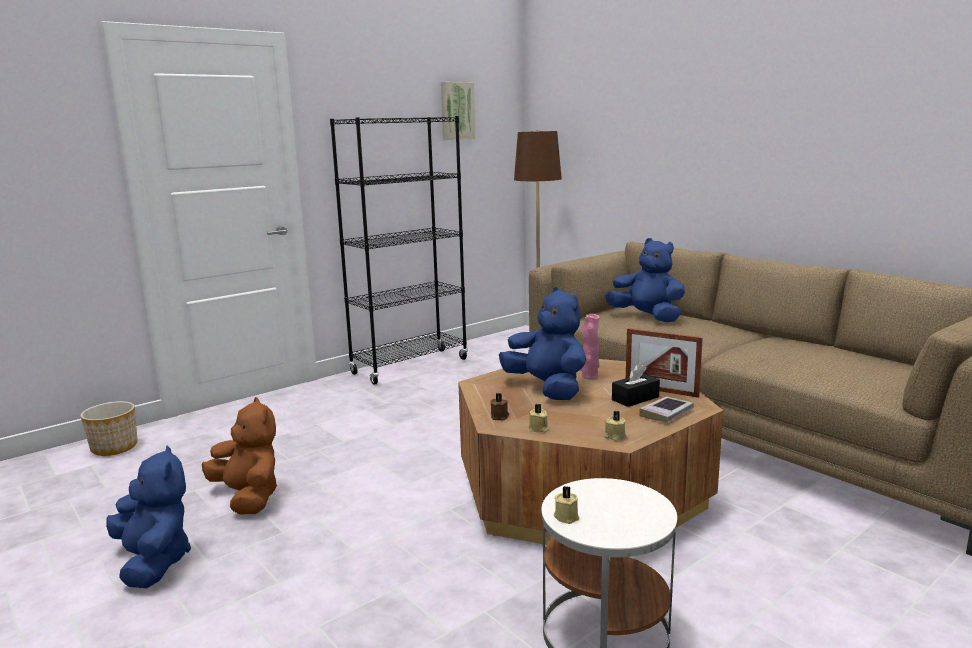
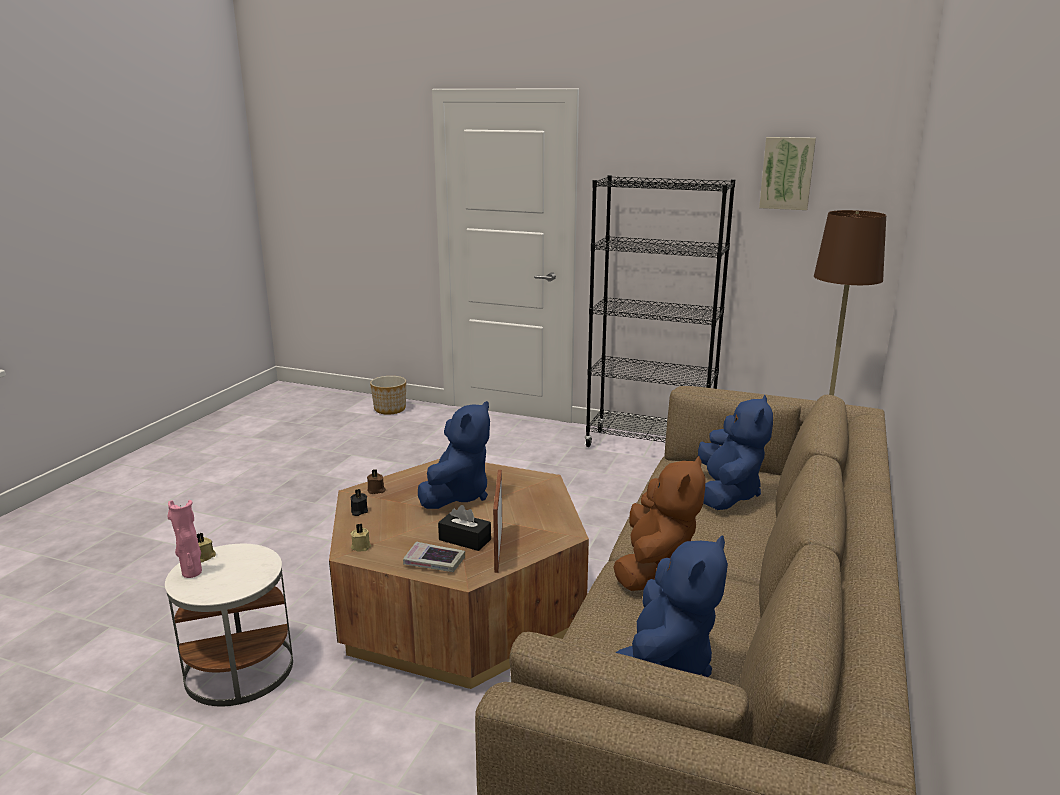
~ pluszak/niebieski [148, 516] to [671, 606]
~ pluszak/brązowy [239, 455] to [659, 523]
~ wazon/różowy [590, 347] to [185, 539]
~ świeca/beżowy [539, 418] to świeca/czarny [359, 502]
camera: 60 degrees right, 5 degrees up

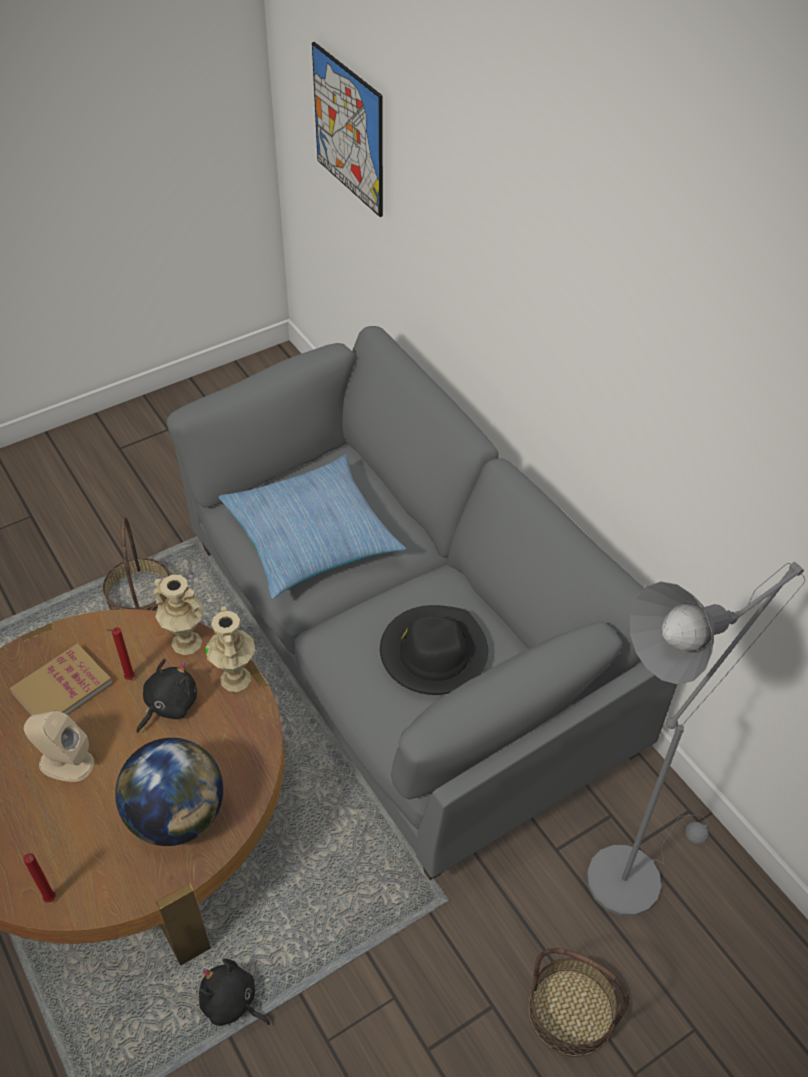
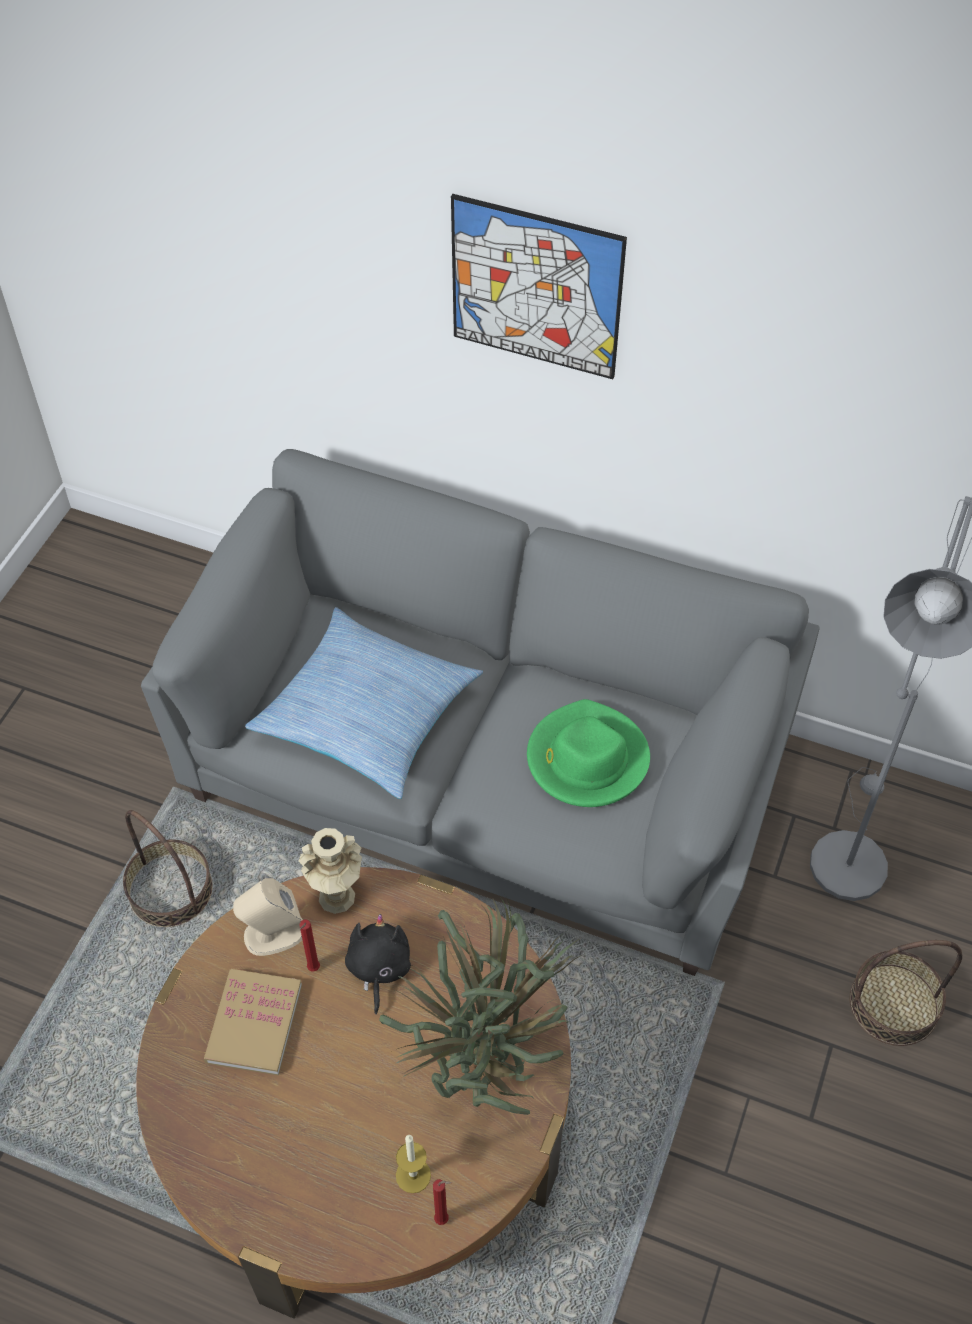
- pluszak/czarny [234, 992]
- wazon/beżowy [230, 649]
+ świeca [413, 1164]
~ głośnik/beżowy [59, 746] to [268, 917]
~ obraz [347, 129] to [539, 286]
~ globus [169, 792] to roślina doniczkowa [481, 1005]
~ kapelusz/czarny [434, 650] to kapelusz/zielony [588, 753]
camera: 35 degrees left, 5 degrees up

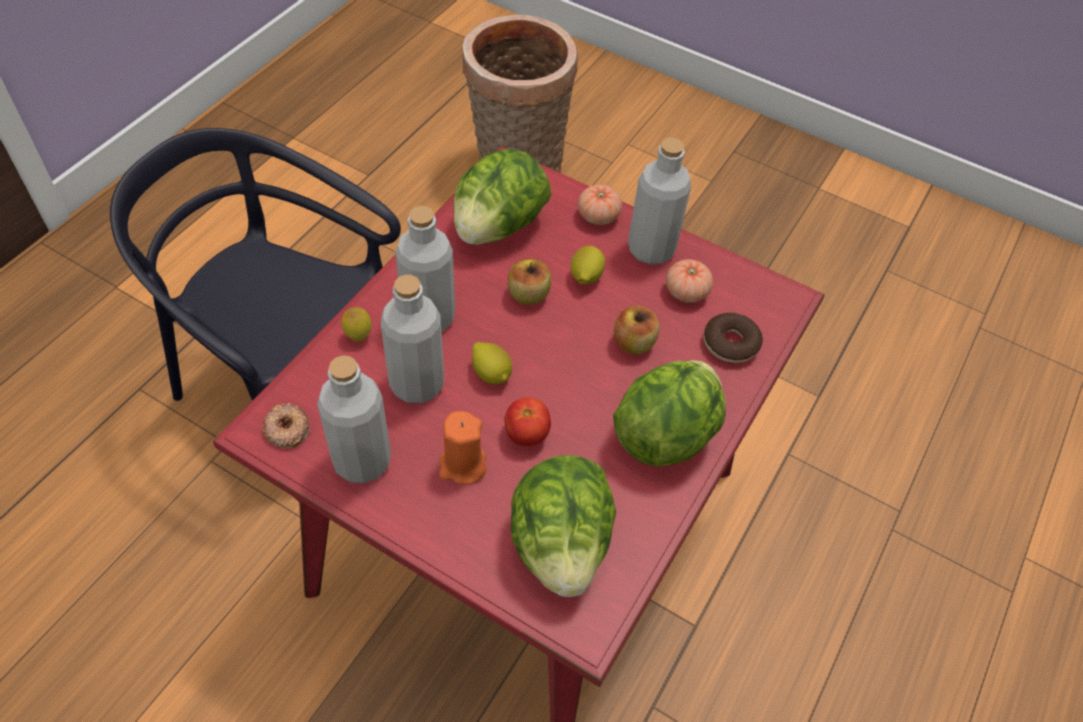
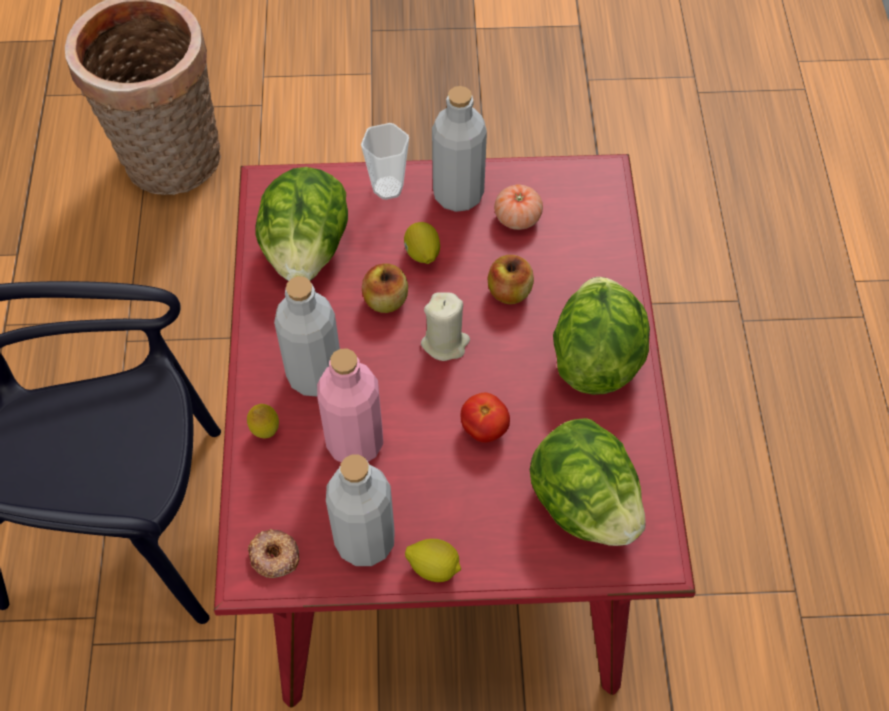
- świeca/pomarańczowy [462, 448]
- donut [733, 338]
+ świeca/beżowy [445, 326]
~ cytryna [492, 363] to [433, 560]
~ pomidor [600, 205] to filiżanka [385, 161]
~ butelka/szary [412, 339] to butelka/różowy [350, 405]
camera: 30 degrees left, 5 degrees up

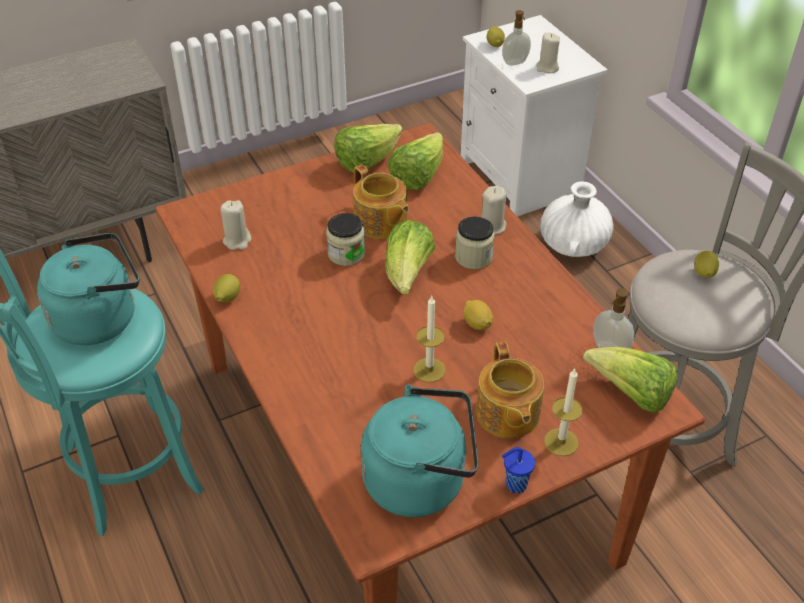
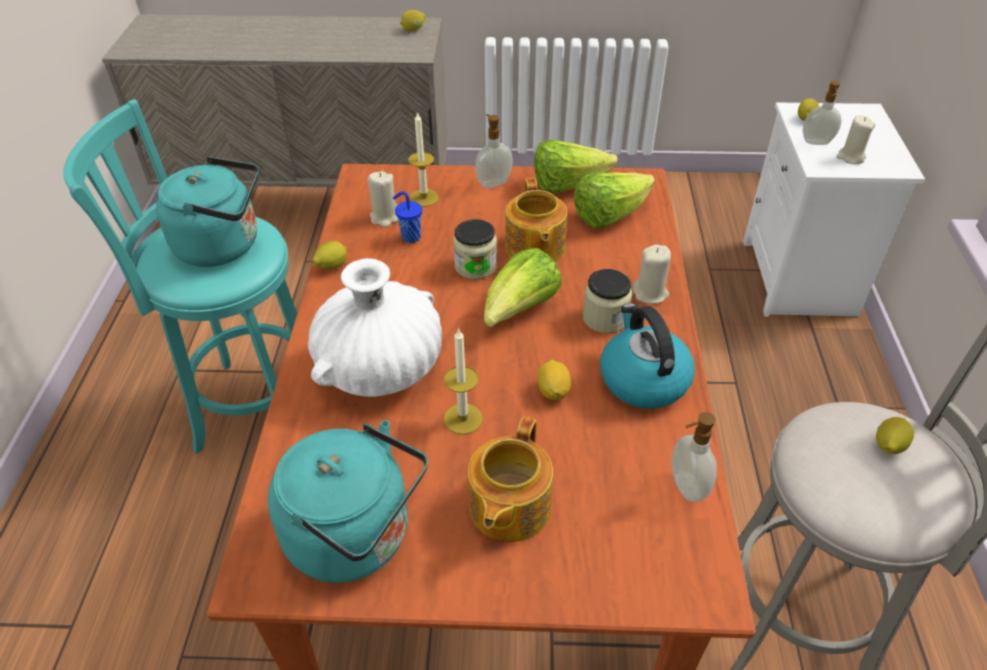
- sałata [630, 380]
+ cytryna [412, 20]
+ dozownik mydła [494, 151]
+ czajnik [647, 356]
~ filiżanka/niebieski [518, 470] to [407, 217]
~ wazon/biały [577, 219] to [375, 327]
~ świeca [563, 412] to [423, 159]
camera: 30 degrees right, 0 degrees up

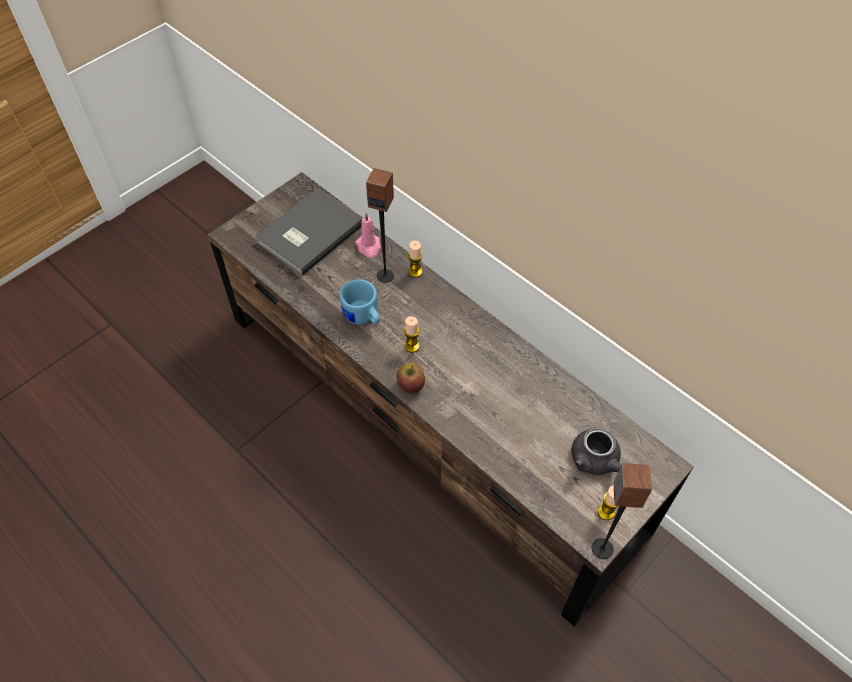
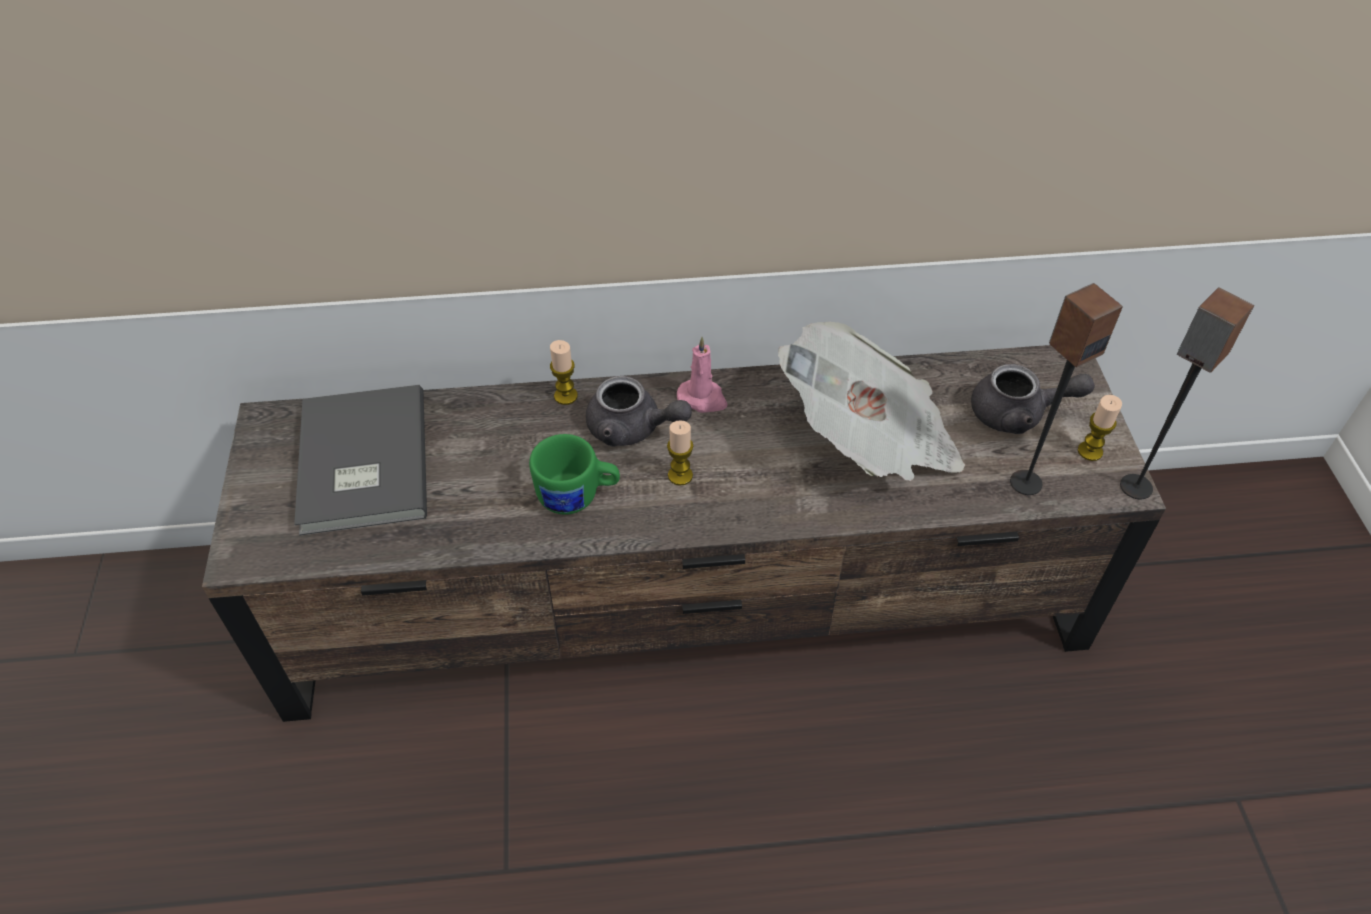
- jabłko [411, 378]
+ imbryk/szary [639, 411]
+ gazeta [871, 401]
~ świeca/różowy [368, 235] to [702, 375]
~ głośnik [380, 225] to [1066, 389]
~ kubek/niebieski [359, 302] to kubek/zielony [574, 474]
camera: 50 degrees left, 5 degrees down

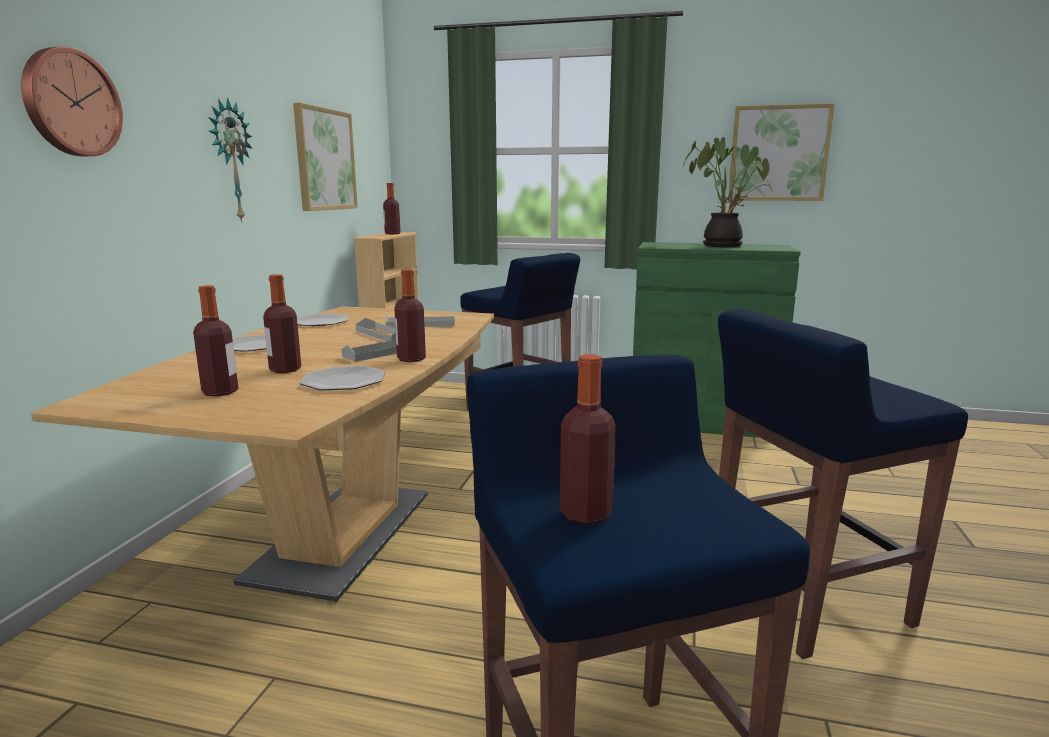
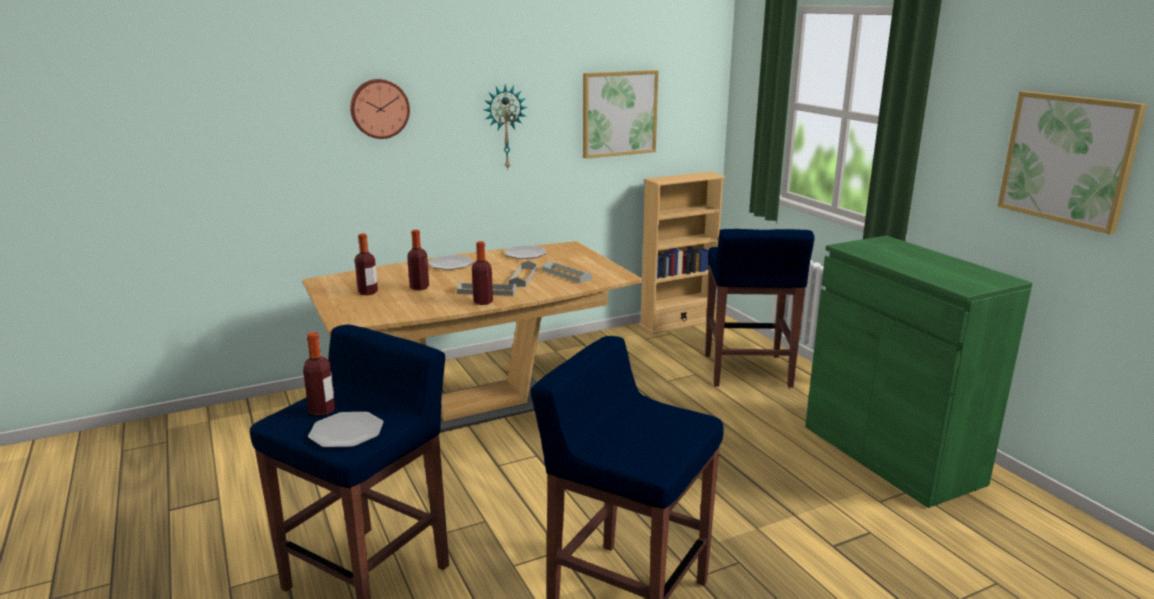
- butelka [392, 208]
- roślina doniczkowa [728, 192]
~ talerz [342, 378] to [346, 430]
camera: 50 degrees right, 5 degrees up

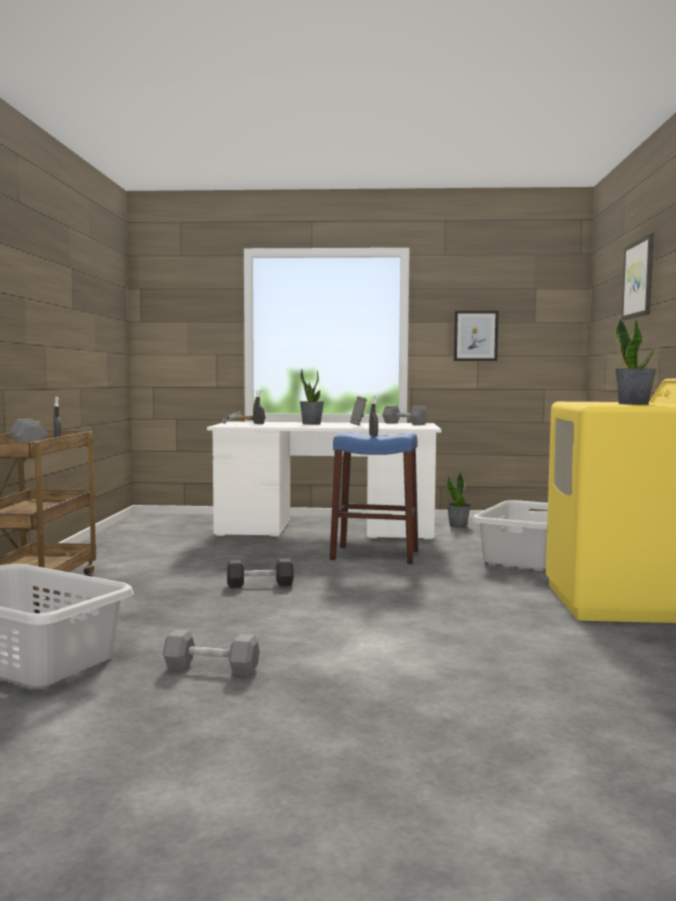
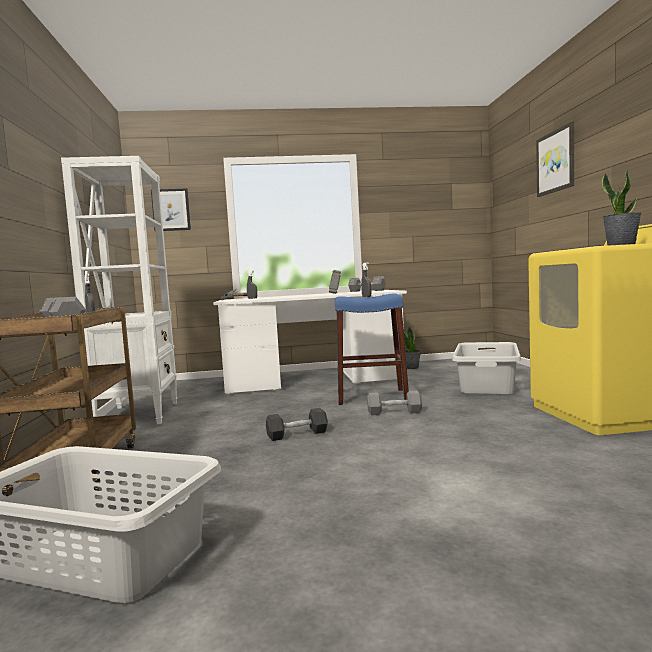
- roślina doniczkowa [311, 397]
+ regał/biały [119, 290]
~ hantel/szary [211, 652] to [394, 402]
~ obraz [476, 336] to [171, 210]
camera: 10 degrees left, 0 degrees up

